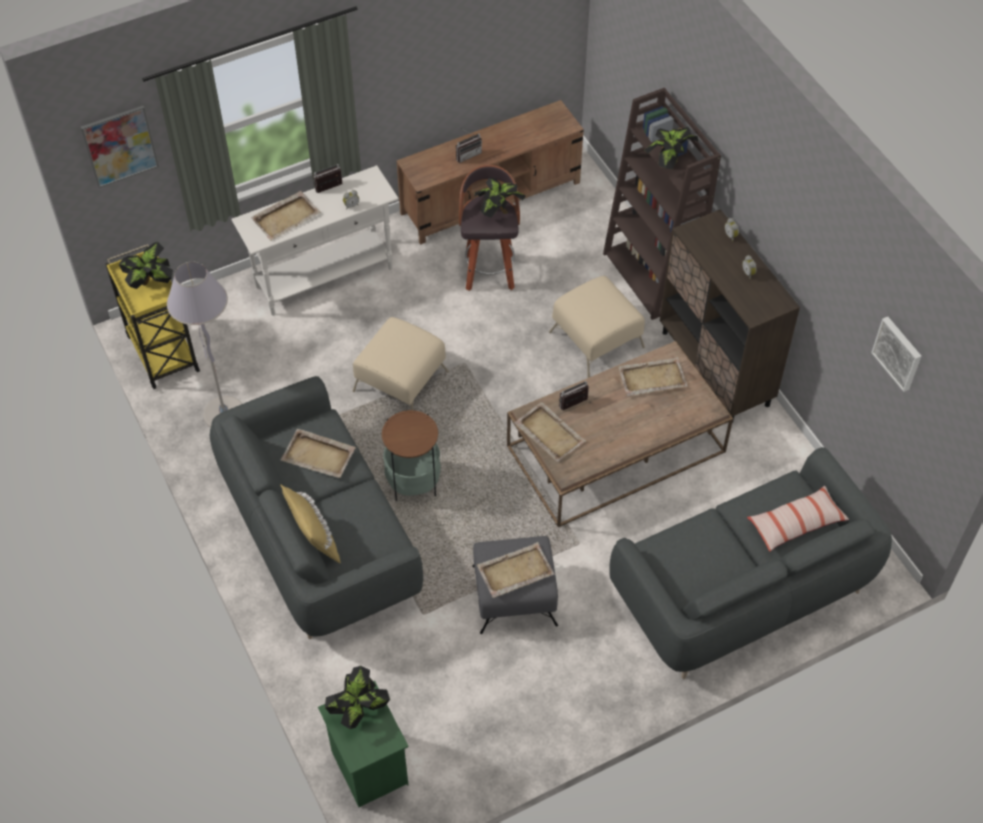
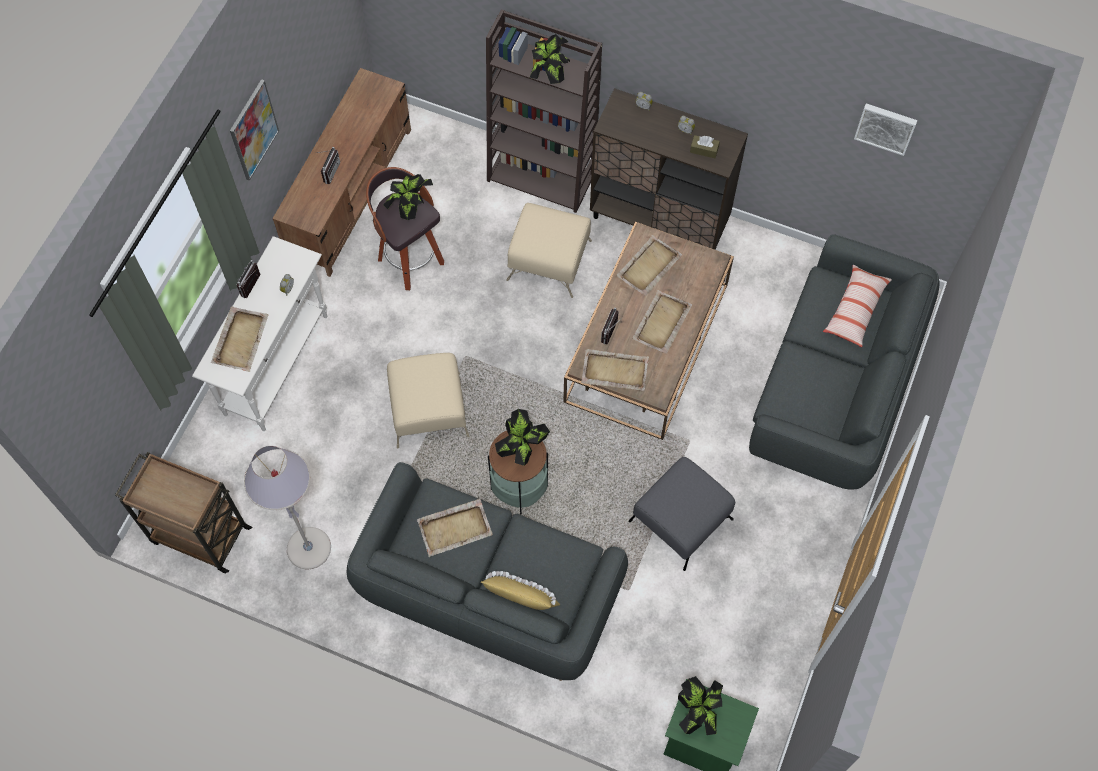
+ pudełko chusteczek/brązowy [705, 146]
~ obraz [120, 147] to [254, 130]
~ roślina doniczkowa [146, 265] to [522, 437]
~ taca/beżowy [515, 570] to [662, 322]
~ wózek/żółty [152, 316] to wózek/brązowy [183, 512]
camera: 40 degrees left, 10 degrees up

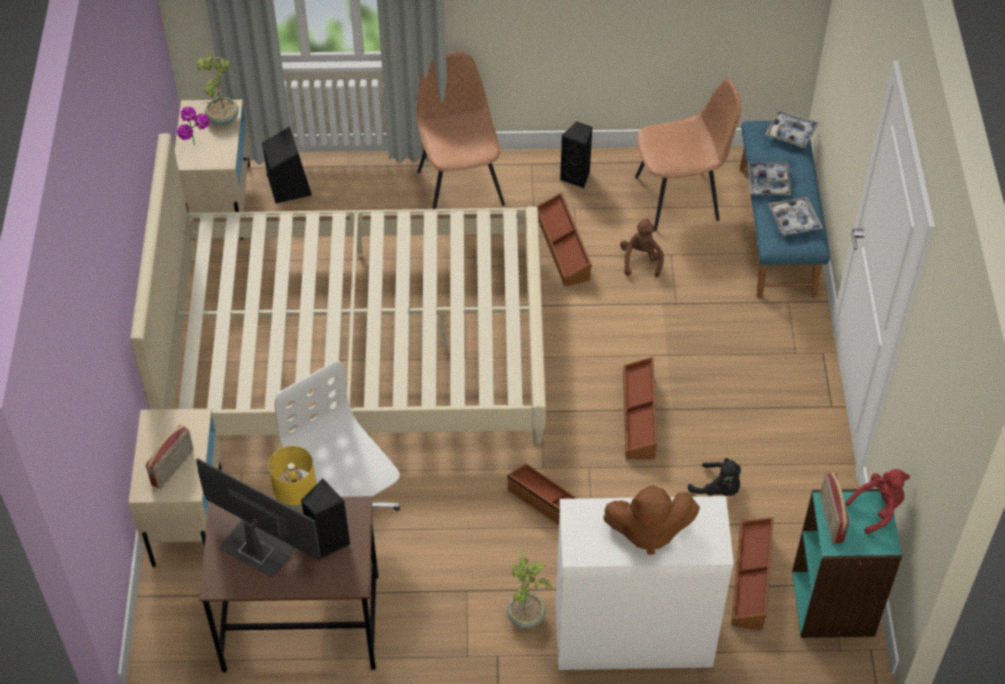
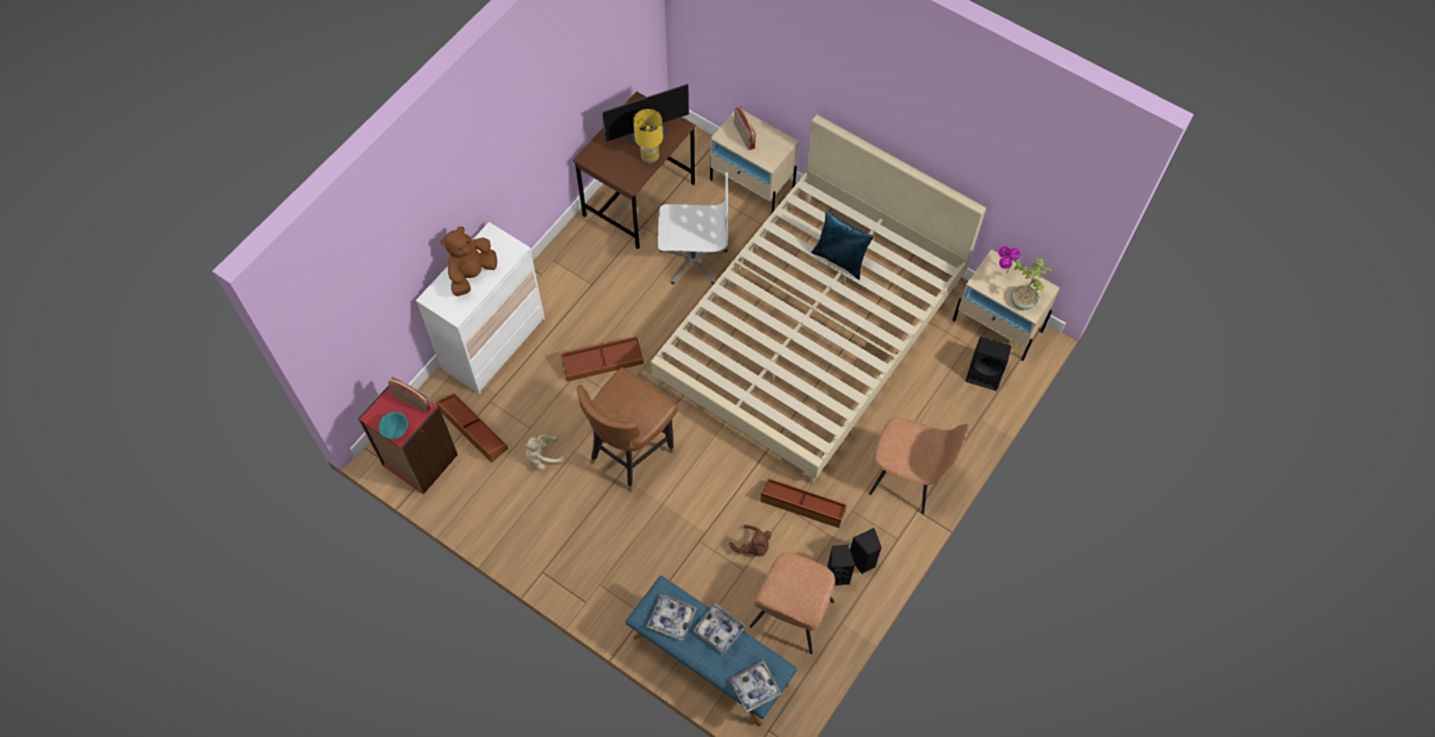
- roślina doniczkowa [529, 590]
+ poduszka/niebieski [842, 245]
~ głośnik/czarny [325, 518] to [841, 565]
~ pojemnik do przechowywania/brązowy [640, 408] to krzesło/brązowy [627, 429]
~ pluszak/czerwony [877, 501] to miska/turkusowy [393, 425]
~ pluszak/czarny [714, 477] to pluszak/beżowy [544, 453]
~ regał/turkusowy [847, 563] to regał/czerwony [408, 439]
camera: 125 degrees right, 10 degrees up

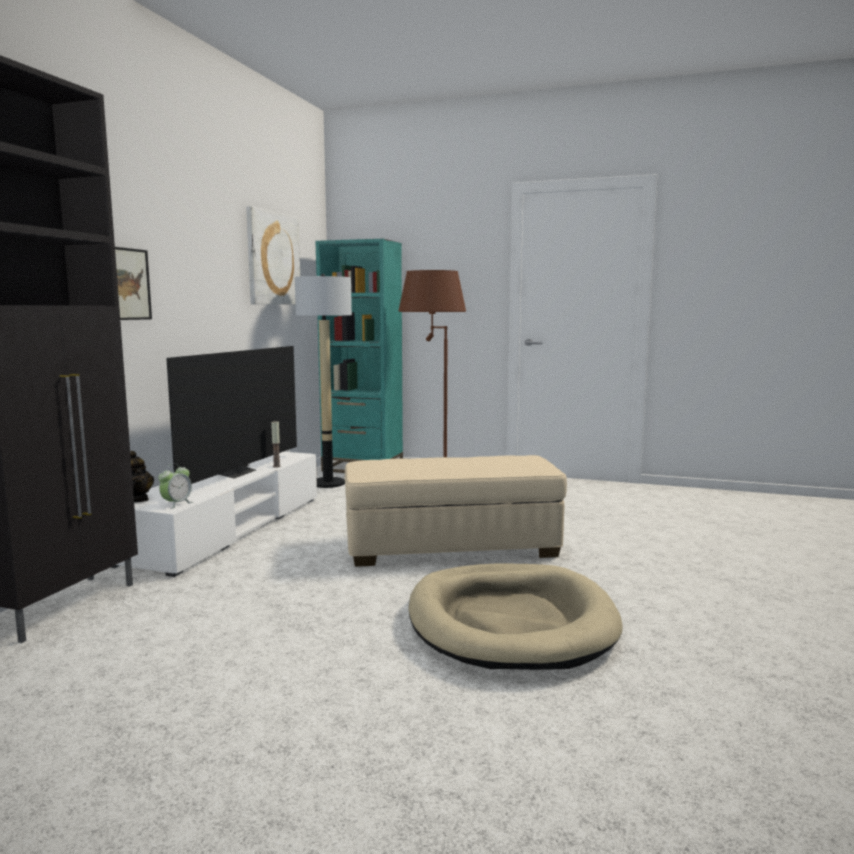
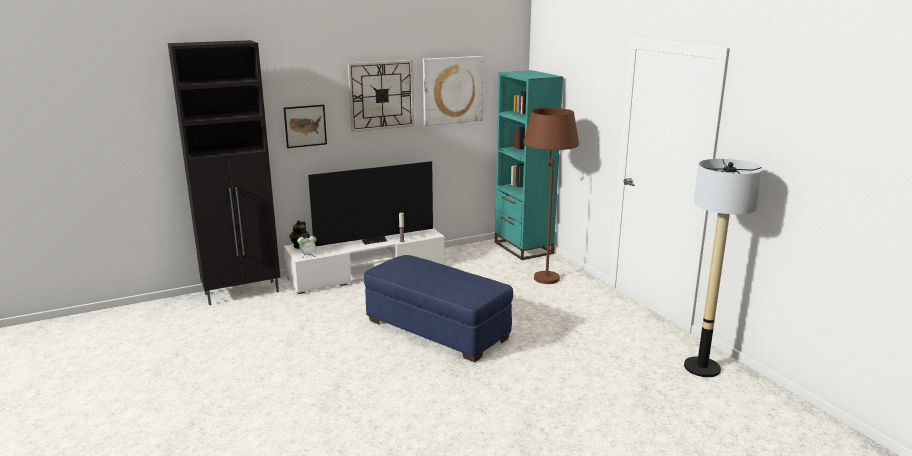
- legowisko/beżowy [515, 616]
+ zegar ścienny [381, 96]
~ lampa stojąca [323, 381] to [723, 268]
~ pufa/beżowy [456, 511] to pufa/niebieski [438, 308]
camera: 45 degrees right, 10 degrees up

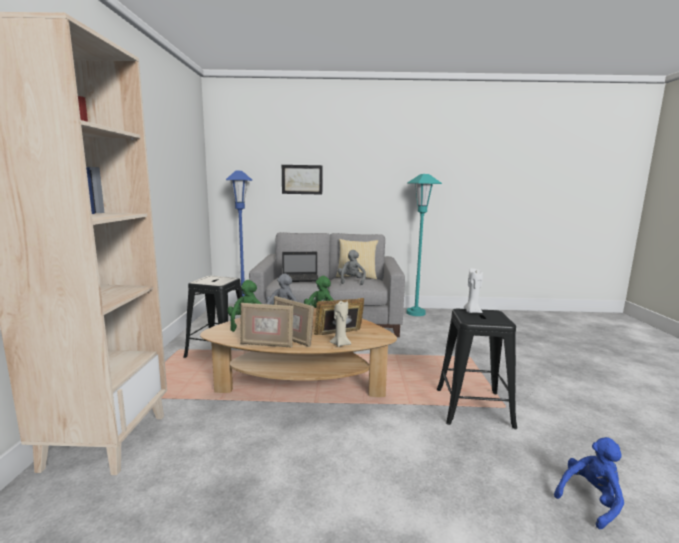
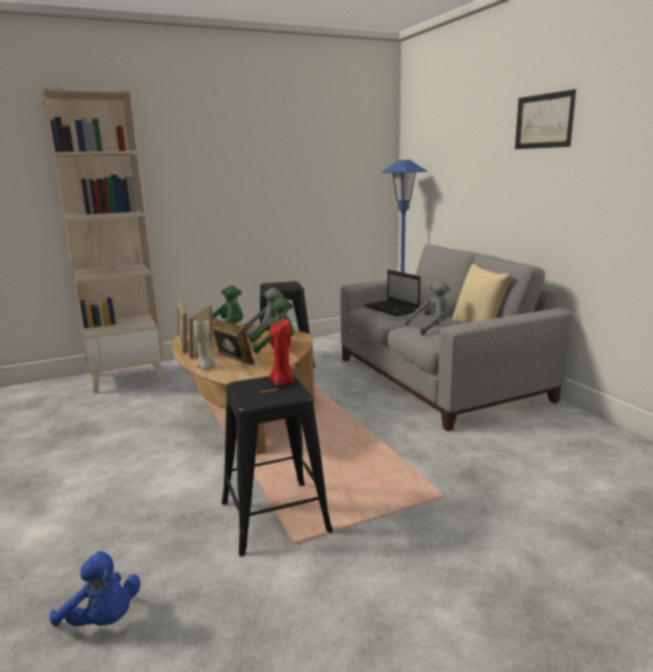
- lampa stojąca/turkusowy [424, 245]
~ obraz [302, 180] to [545, 119]
~ świeca/biały [473, 290] to świeca/czerwony [281, 352]
camera: 65 degrees right, 5 degrees up

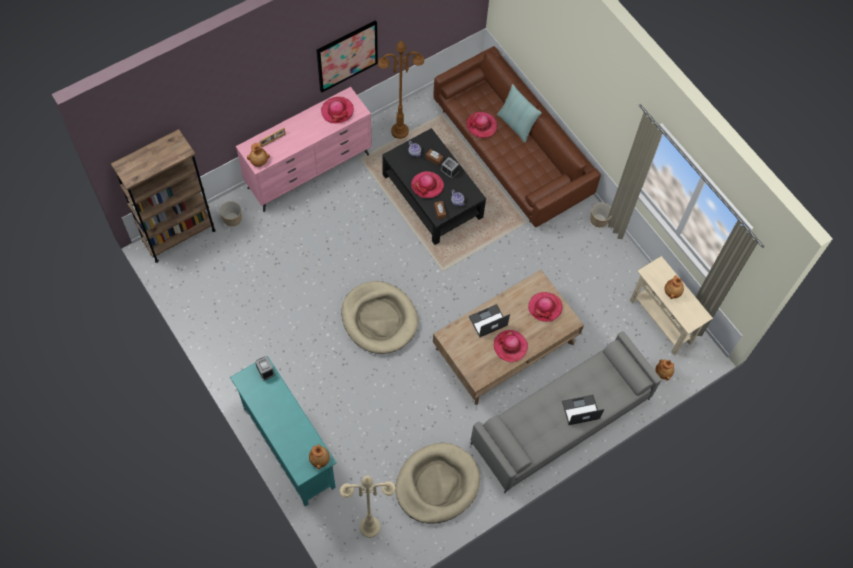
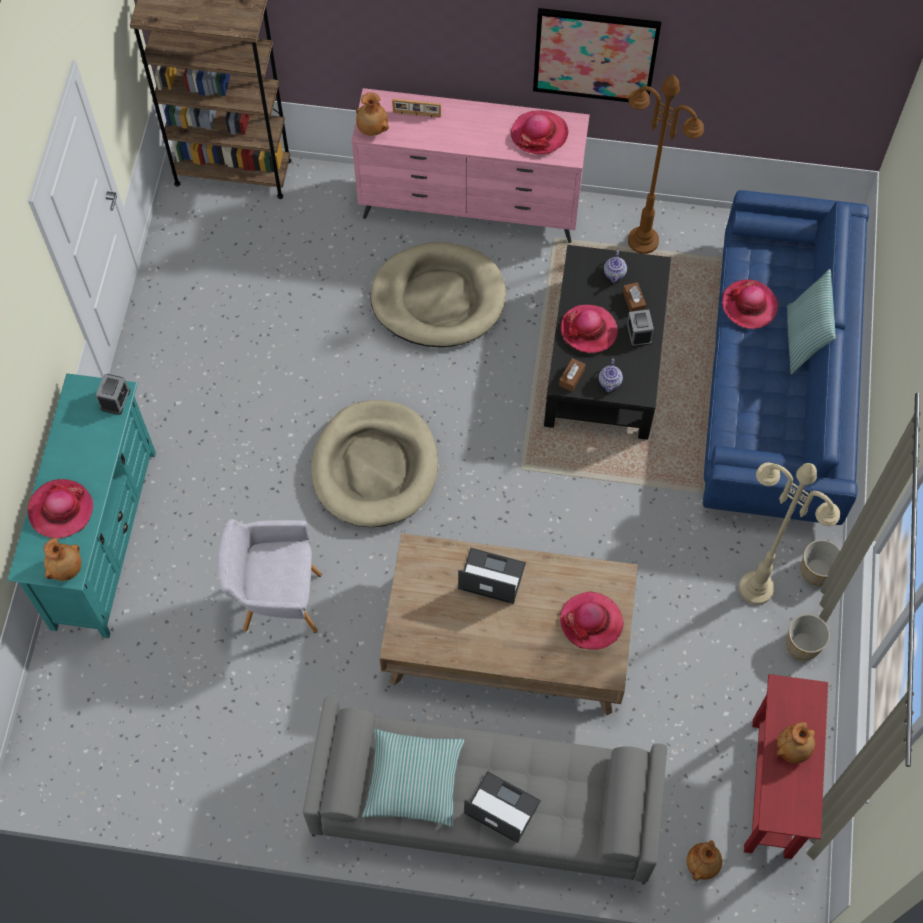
+ fotel/szary [270, 576]
+ poduszka [413, 778]
~ donica [231, 213] to [808, 637]
~ lampa stojąca/beżowy [368, 507] to [789, 533]
~ legowisko/beżowy [437, 483] to [438, 294]
~ kapelusz [511, 346] to [60, 509]
~ kanapa/brązowy [517, 136] to kanapa/niebieski [786, 357]
~ stolik konsolowy/beżowy [671, 305] to stolik konsolowy/czerwony [786, 766]
camera: 45 degrees right, 0 degrees up

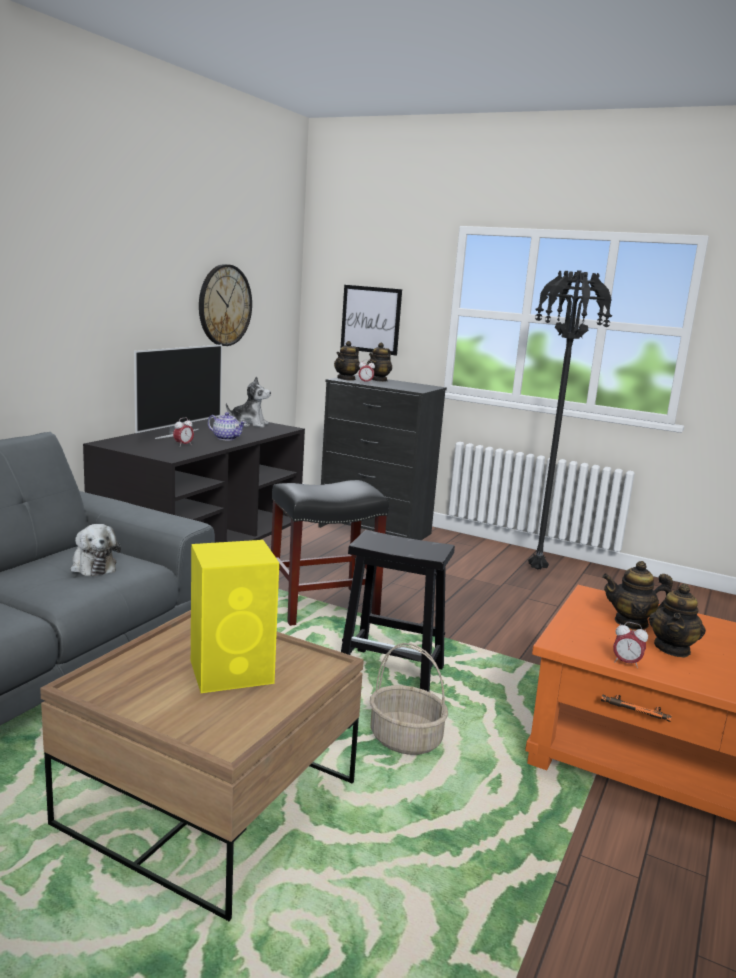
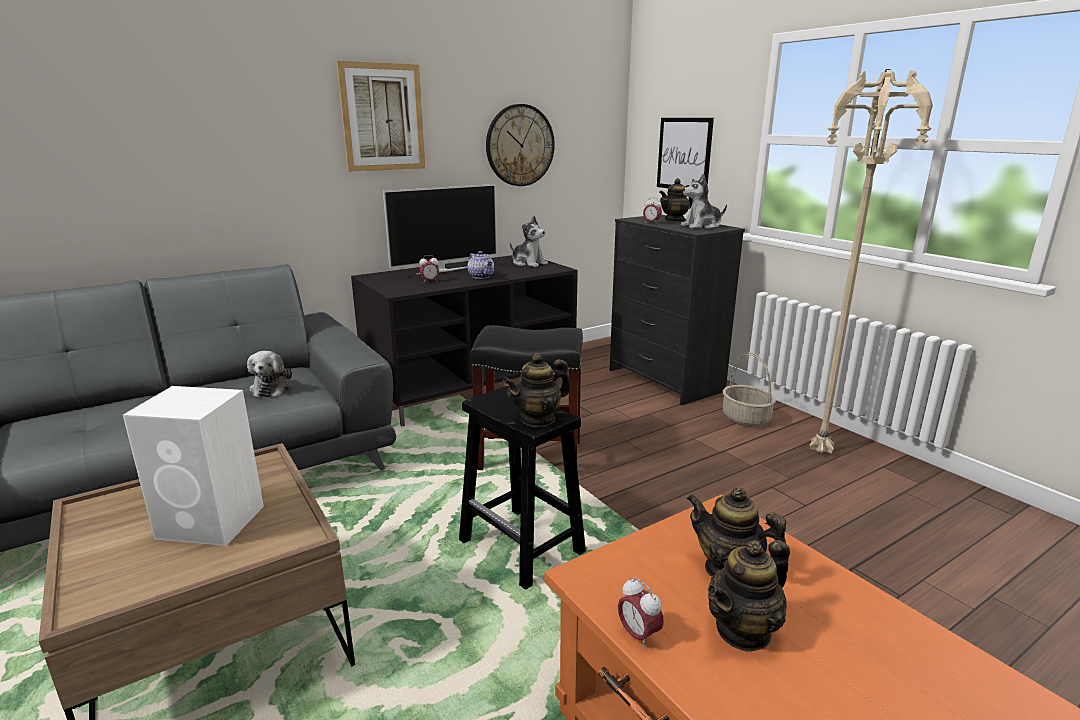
+ obraz [380, 116]
+ pluszak [704, 201]
~ imbryk [347, 361] to [536, 390]
~ koszyk [409, 699] to [749, 389]
~ głośnik/żółty [235, 616] to głośnik/biały [193, 466]
~ lampa stojąca/czarny [570, 420] to lampa stojąca/beżowy [871, 261]
camera: 30 degrees right, 5 degrees up

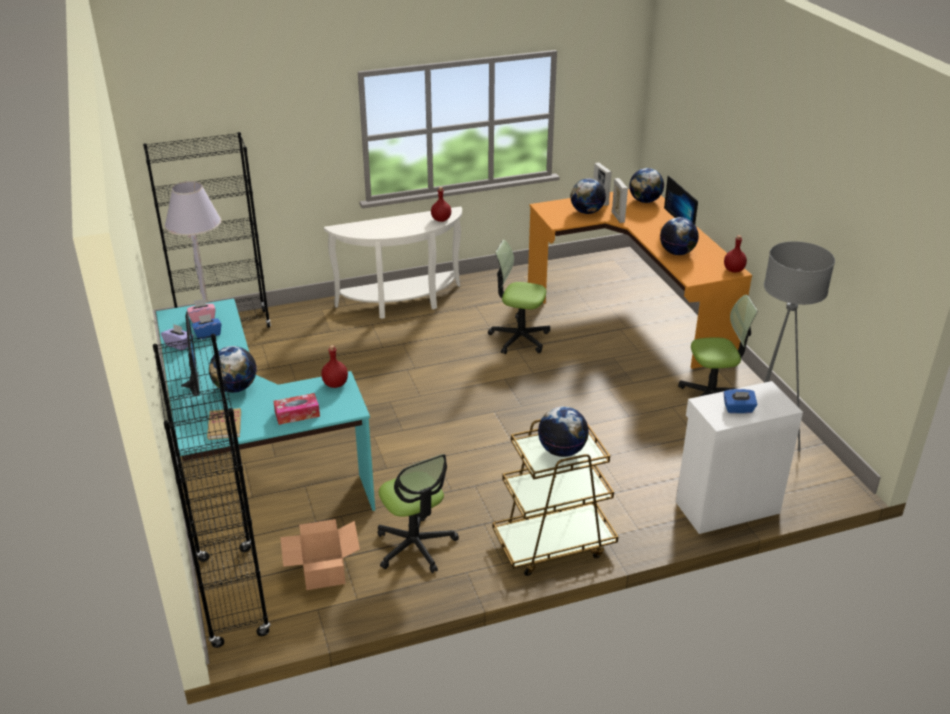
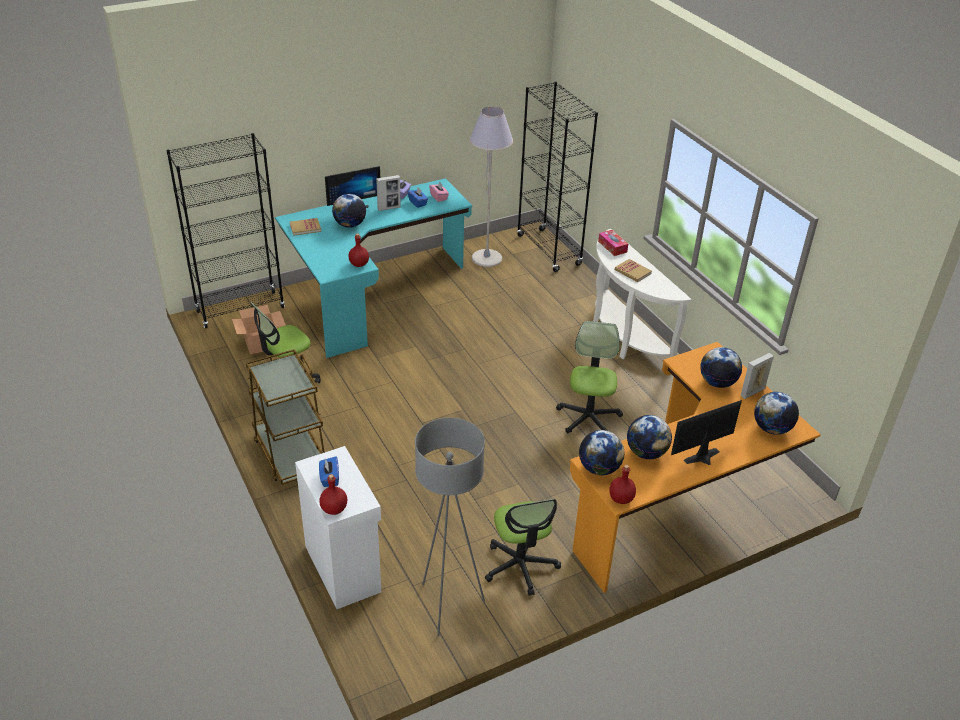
+ książka [633, 270]
~ pudełko chusteczek [296, 409] to [613, 243]
~ butelka/czerwony [441, 204] to [333, 494]
~ globus [563, 431] to [601, 452]
~ ramka na zdjęcie [620, 200] to [388, 193]
camera: 80 degrees right, 5 degrees up

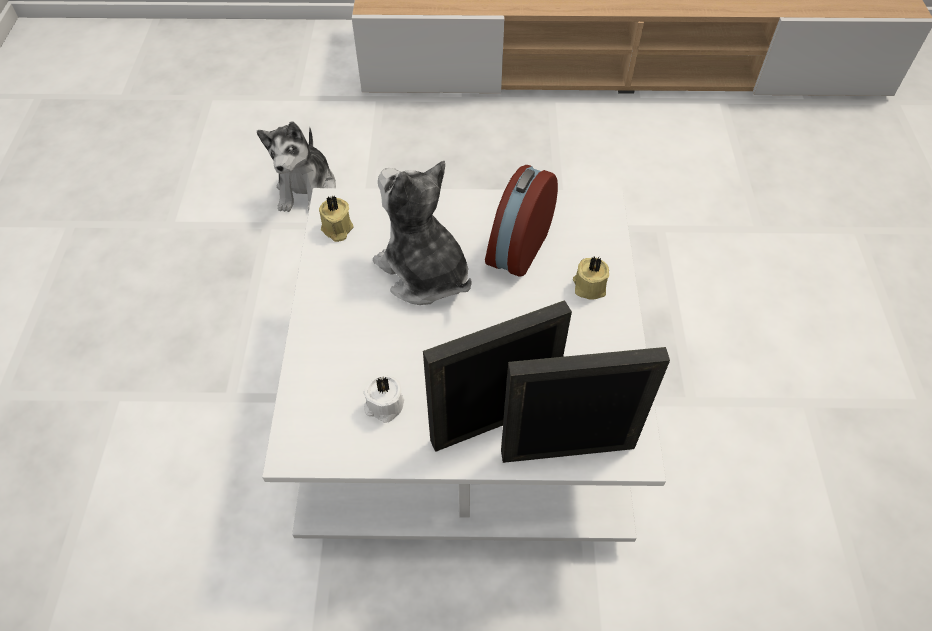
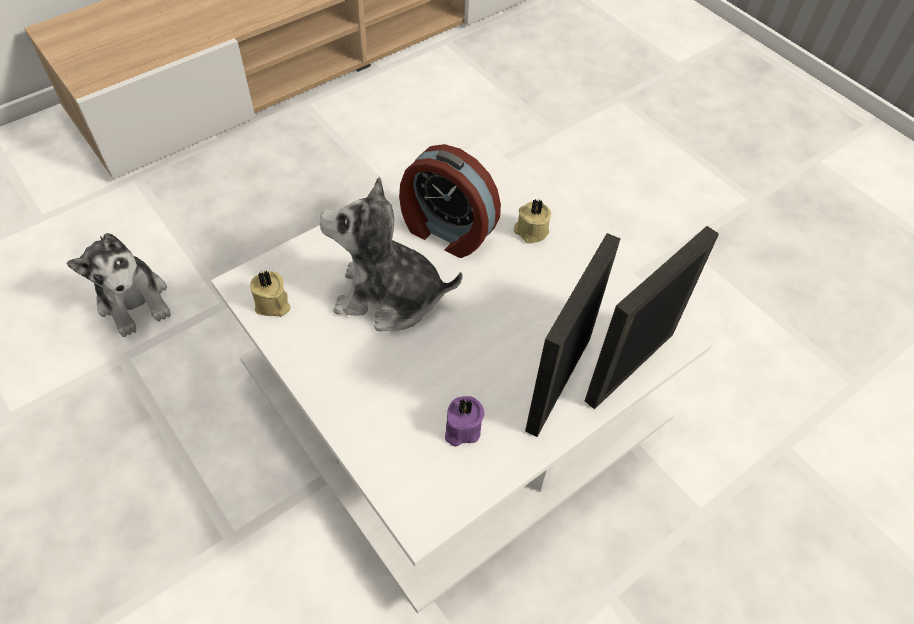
~ świeca/biały [384, 399] to świeca/fioletowy [464, 421]
~ budzik [521, 221] = [450, 201] 45 degrees counterclockwise
camera: 40 degrees left, 0 degrees up

